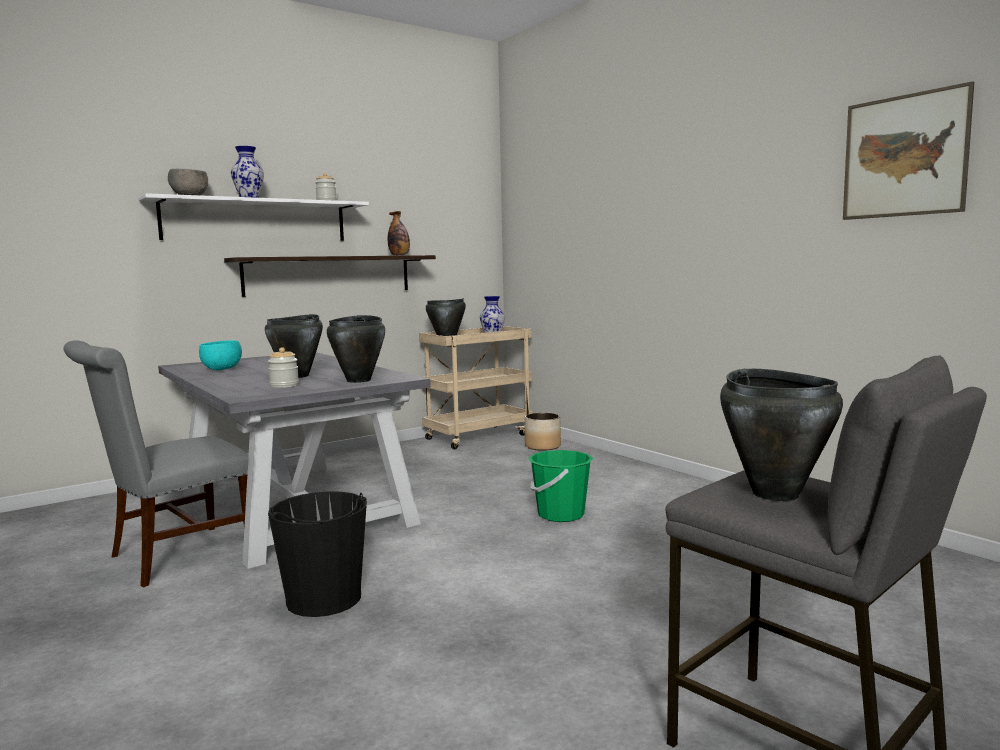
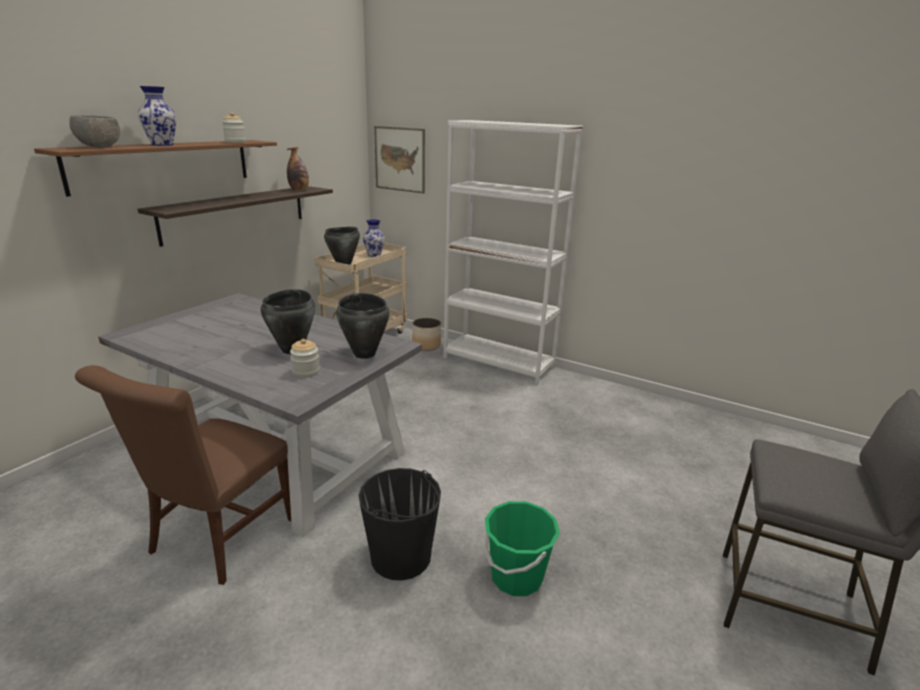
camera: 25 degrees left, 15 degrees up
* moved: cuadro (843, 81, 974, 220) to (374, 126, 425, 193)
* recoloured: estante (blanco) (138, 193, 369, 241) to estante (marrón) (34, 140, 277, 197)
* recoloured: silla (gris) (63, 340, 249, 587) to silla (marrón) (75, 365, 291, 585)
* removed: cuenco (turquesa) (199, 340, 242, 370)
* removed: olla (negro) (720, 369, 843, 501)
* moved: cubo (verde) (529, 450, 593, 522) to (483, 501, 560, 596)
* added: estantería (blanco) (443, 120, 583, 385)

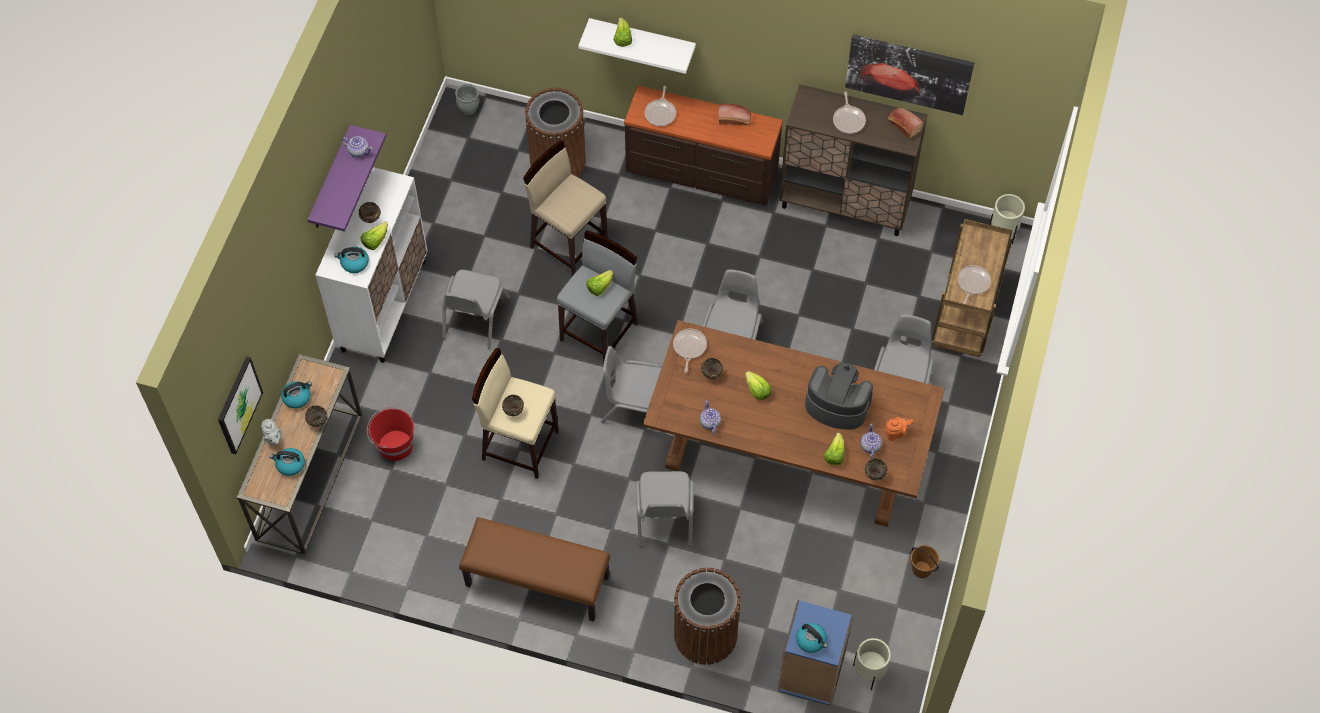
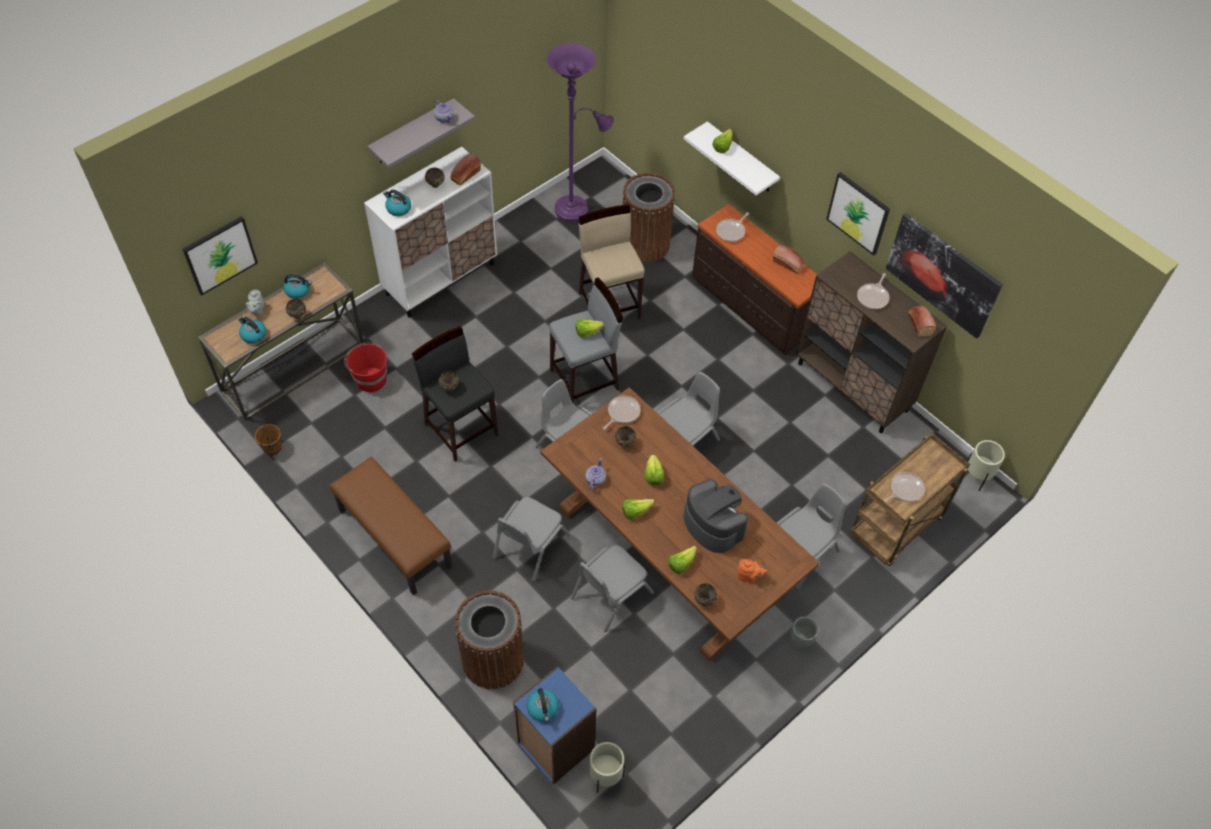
camera: 30 degrees right, 5 degrees down
* moved: maceta (gris) (455, 84, 479, 115) to (790, 617, 819, 649)
* recoloured: estante (morado) (307, 125, 386, 232) to estante (gris) (367, 98, 475, 168)
* moved: lechuga (360, 221, 388, 250) to (622, 499, 655, 520)
* moved: silla (gris) (442, 270, 510, 349) to (571, 545, 654, 632)
* recoloured: taburete (beis) (472, 348, 559, 479) to taburete (negro) (412, 326, 498, 462)
* removed: tetera (860, 424, 882, 458)
* moved: cubo (marrón) (910, 545, 939, 578) to (255, 422, 282, 456)
* added: lámpara de pie (morado) (547, 43, 614, 222)
* added: pan (450, 153, 481, 185)
* added: cuadro (826, 172, 890, 256)

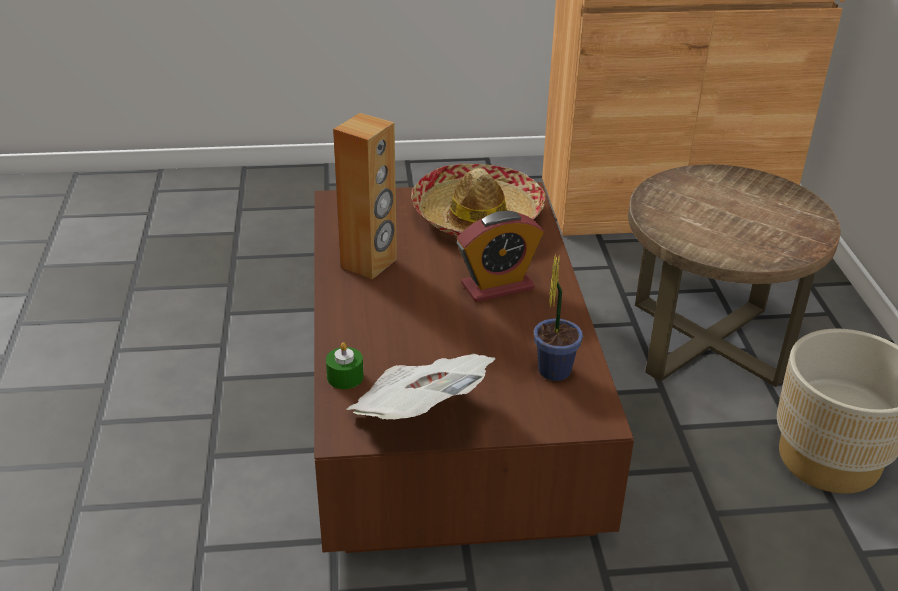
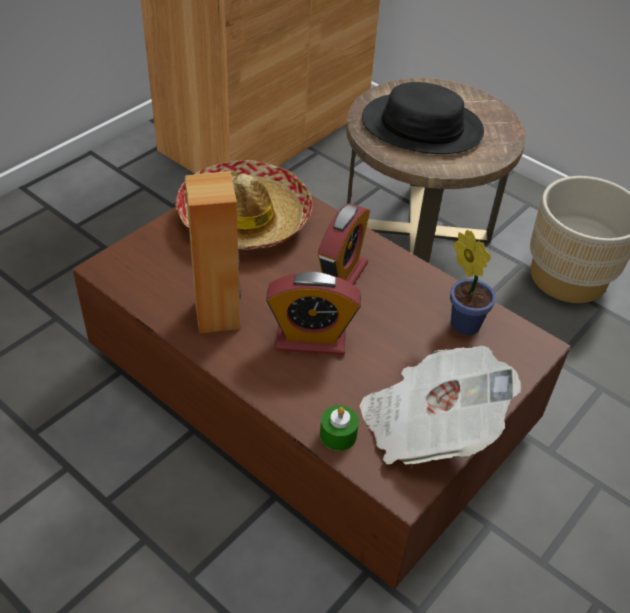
camera: 45 degrees left, 10 degrees up
* added: sombrero (negro) (362, 82, 484, 154)
* added: despertador (266, 272, 361, 355)

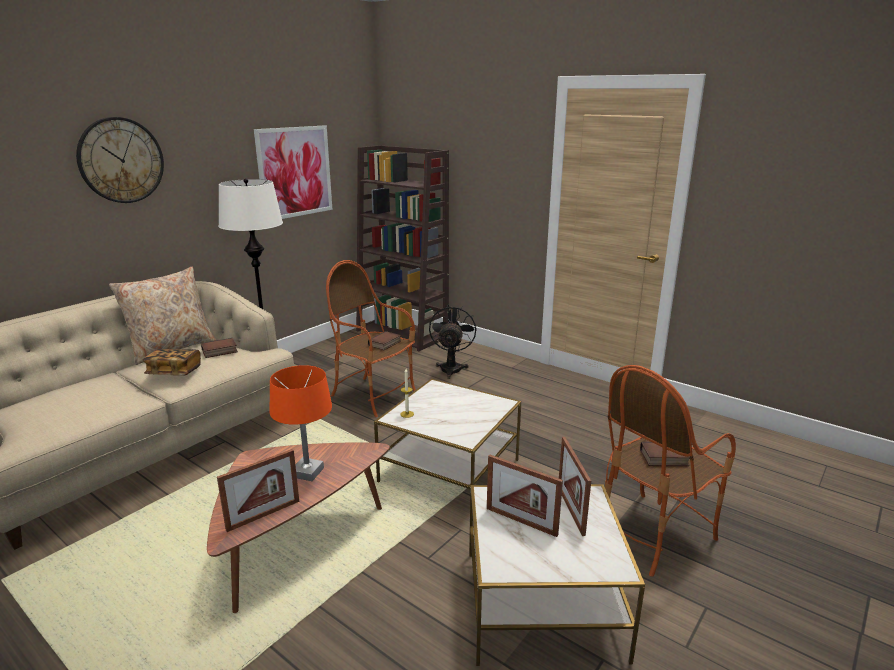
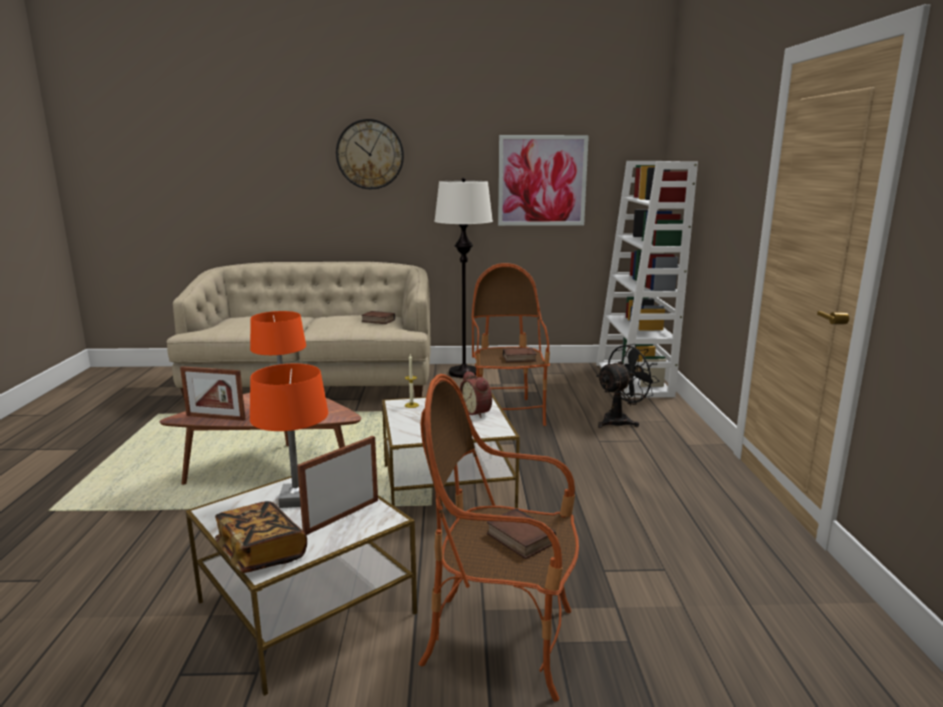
camera: 50 degrees right, 5 degrees down
* recoloured: estantería (marrón) (356, 145, 449, 351) to estantería (blanco) (596, 161, 698, 398)
* removed: cojín (beis) (109, 267, 216, 365)
* moved: libro (142, 349, 201, 376) to (215, 501, 307, 573)
* replaced: portarretratos (487, 455, 563, 537) to lámpara de mesa (naranja) (250, 363, 328, 508)
* added: despertador (460, 371, 492, 418)

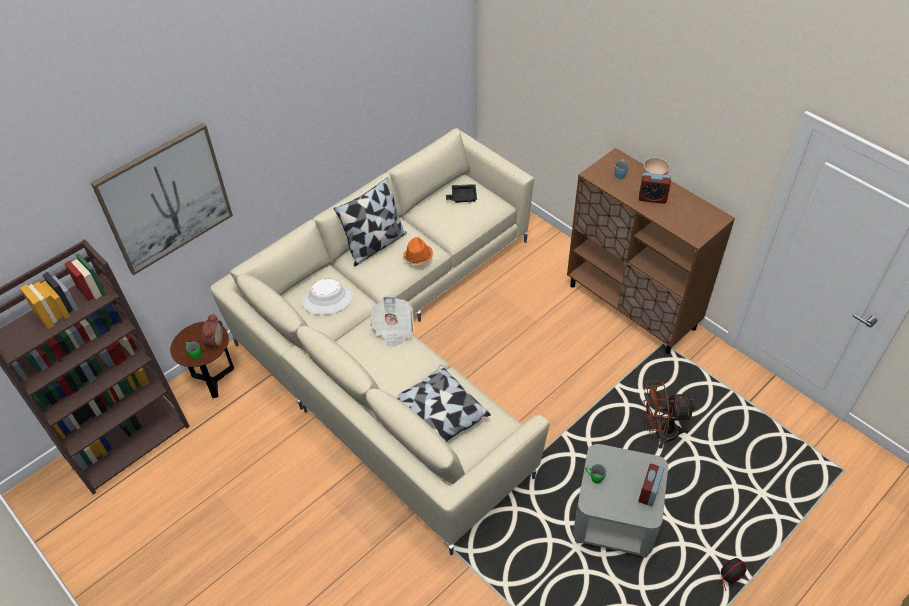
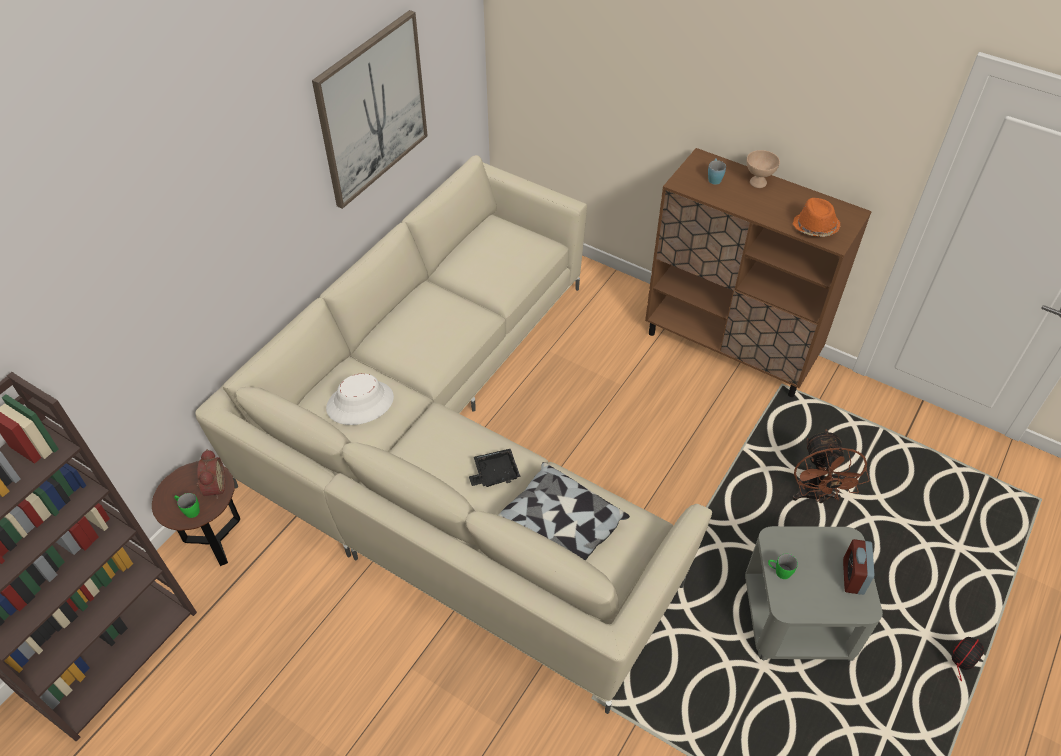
camera: 15 degrees left, 0 degrees up
* moved: cuadro (91, 123, 233, 275) to (312, 10, 428, 209)
* removed: despertador (639, 173, 671, 204)
* removed: cojín (334, 177, 407, 266)
* moved: bandeja (negro) (446, 184, 477, 203) to (469, 448, 520, 487)
* moved: sombrero (naranja) (403, 237, 433, 265) to (793, 198, 840, 237)
* removed: periódico (370, 295, 414, 349)
* turned: ventilador (marrón) (643, 380, 695, 449) = (792, 429, 870, 503) 75 degrees counterclockwise

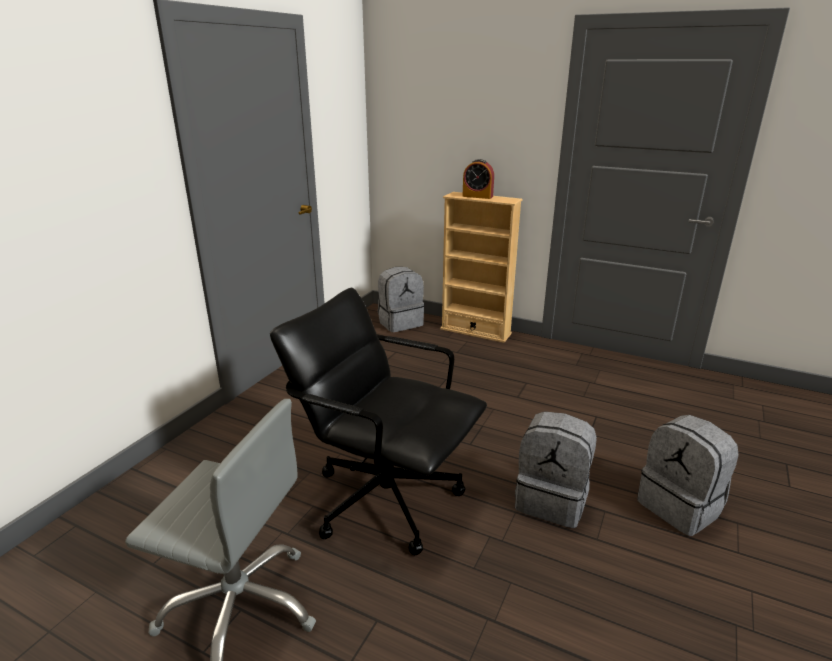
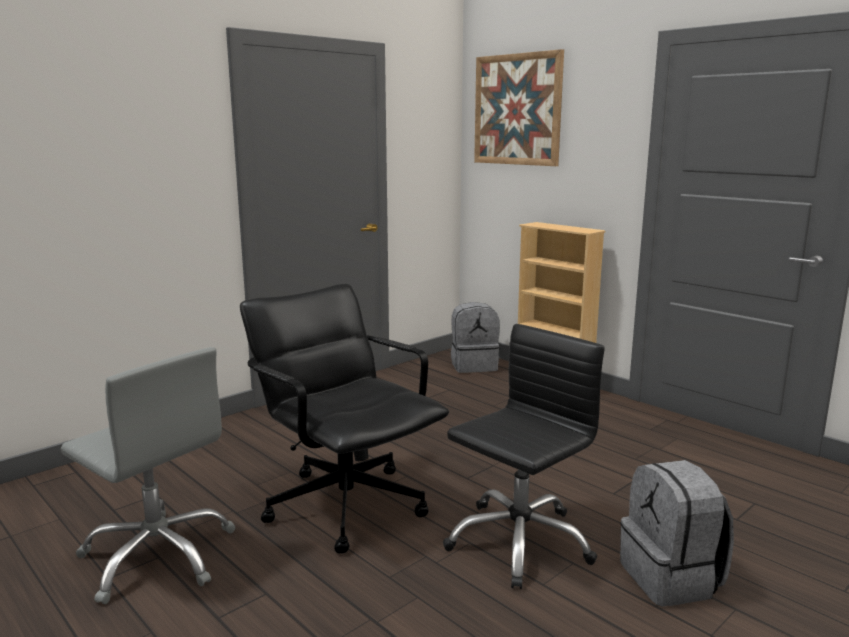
camera: 20 degrees right, 10 degrees down
* removed: despertador (462, 159, 494, 199)
* replaced: mochila (gris) (515, 411, 597, 528) to silla de oficina (negro) (443, 324, 605, 589)
* added: cuadro (474, 49, 564, 166)

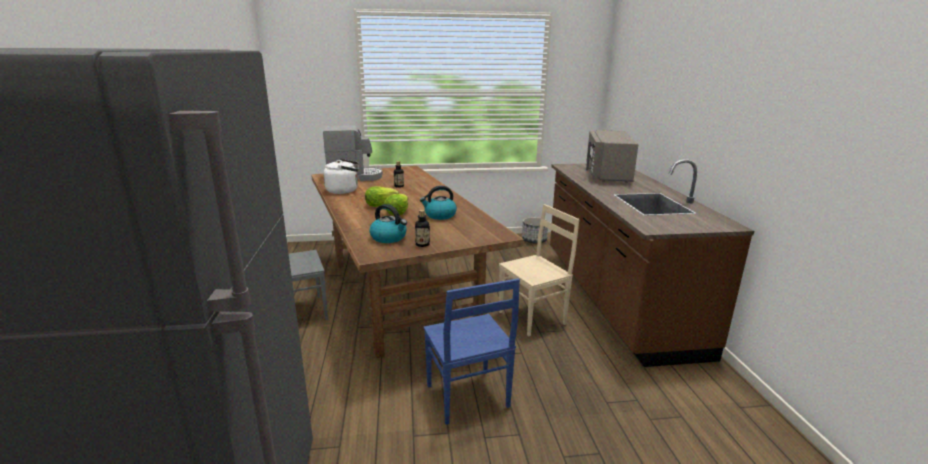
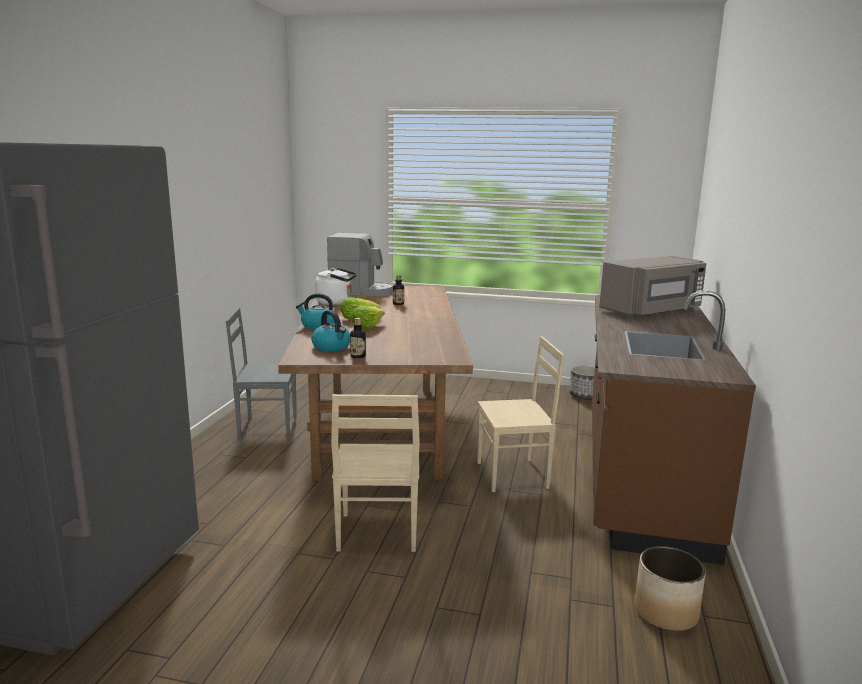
camera: 20 degrees right, 5 degrees down
* turned: microondas (gris) (586, 130, 639, 183) = (599, 256, 706, 317) 150 degrees counterclockwise
* moved: hervidor (420, 186, 457, 220) to (296, 293, 335, 330)
* recoloured: silla (azul) (424, 278, 520, 425) to silla (beis) (331, 394, 420, 552)
* added: maceta (634, 546, 706, 631)

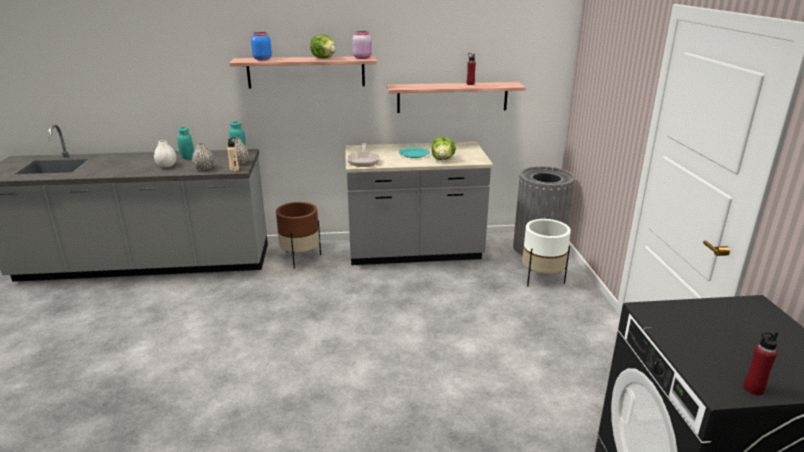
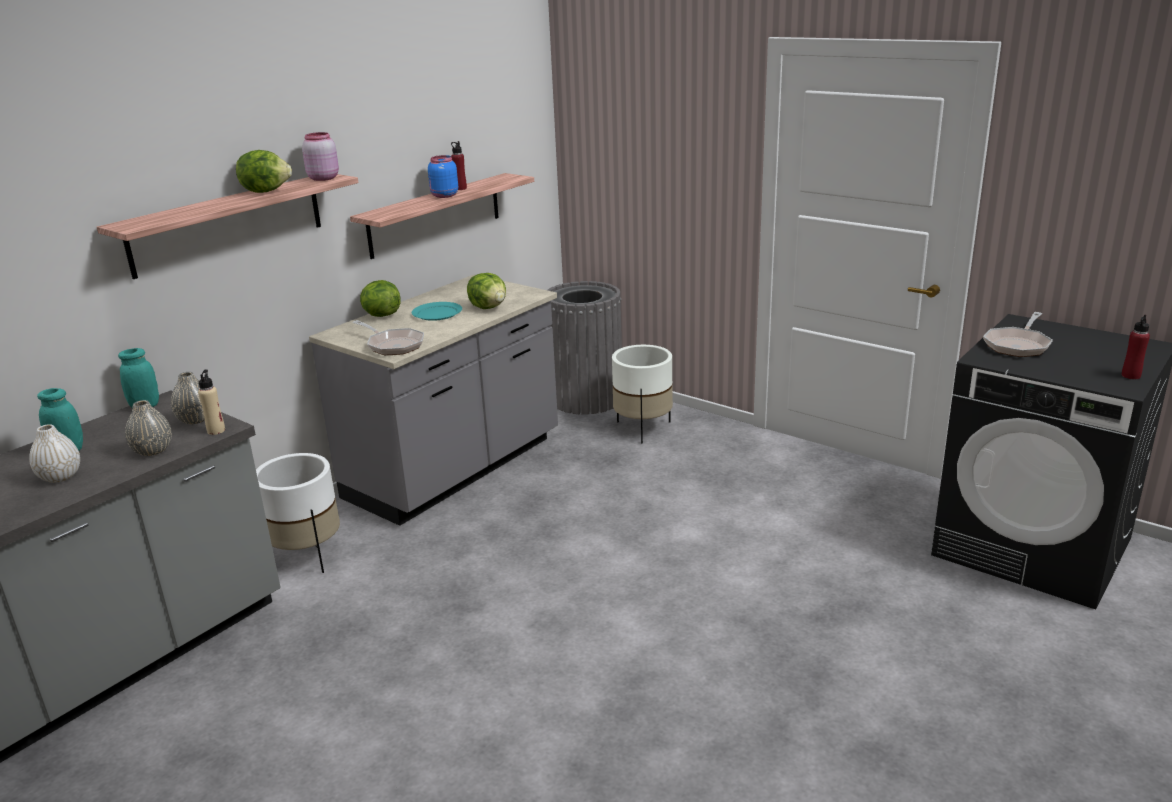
camera: 45 degrees left, 0 degrees up
* moved: tarro (azul) (251, 32, 272, 60) to (428, 155, 458, 198)
* recoloured: maceta (marrón) (276, 202, 321, 269) to maceta (blanco) (256, 453, 340, 573)
* added: lechuga (360, 280, 401, 317)
* added: sartén (983, 312, 1053, 357)

